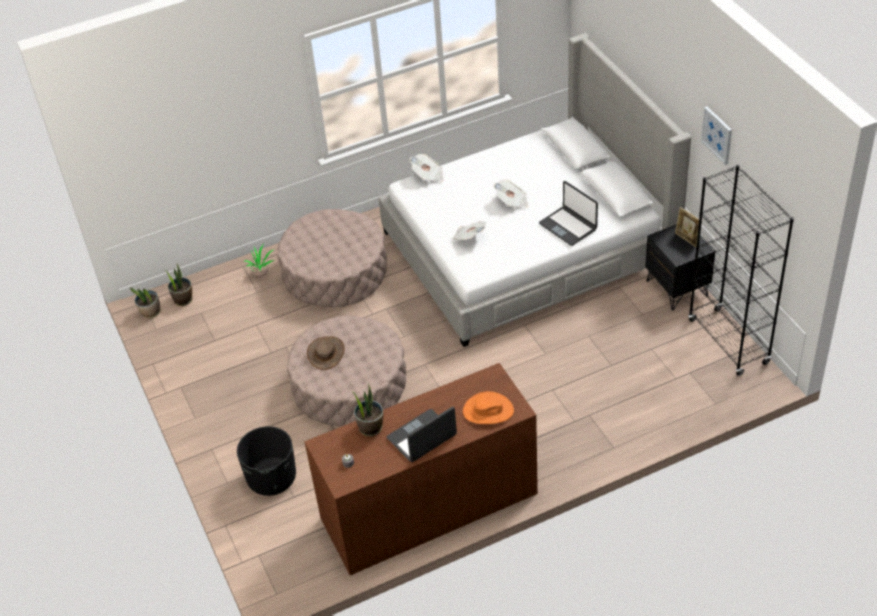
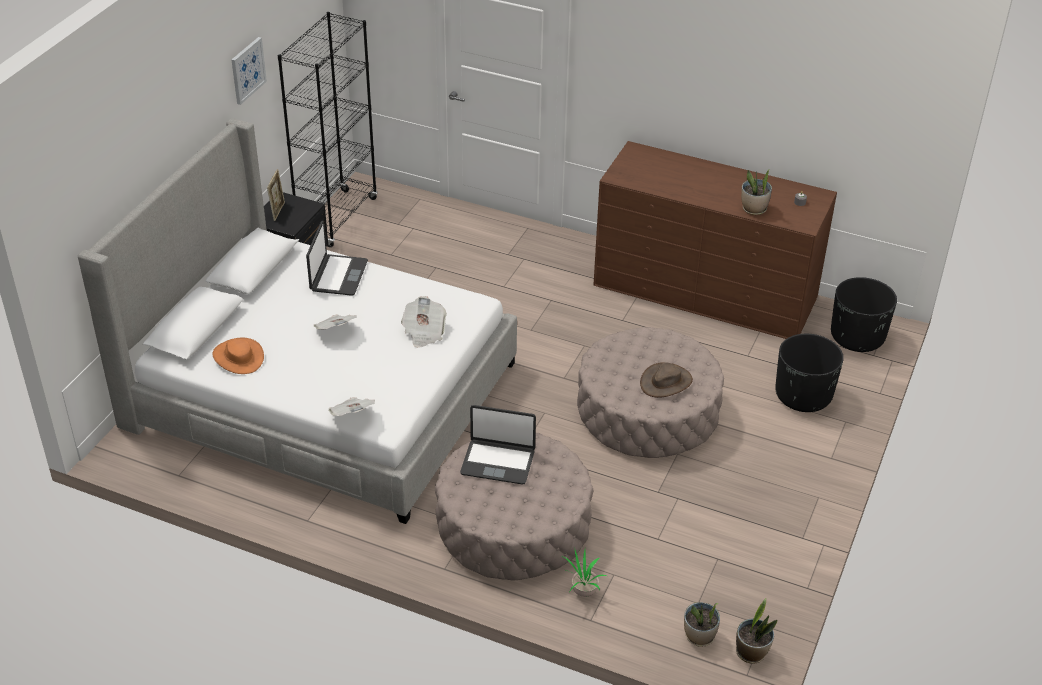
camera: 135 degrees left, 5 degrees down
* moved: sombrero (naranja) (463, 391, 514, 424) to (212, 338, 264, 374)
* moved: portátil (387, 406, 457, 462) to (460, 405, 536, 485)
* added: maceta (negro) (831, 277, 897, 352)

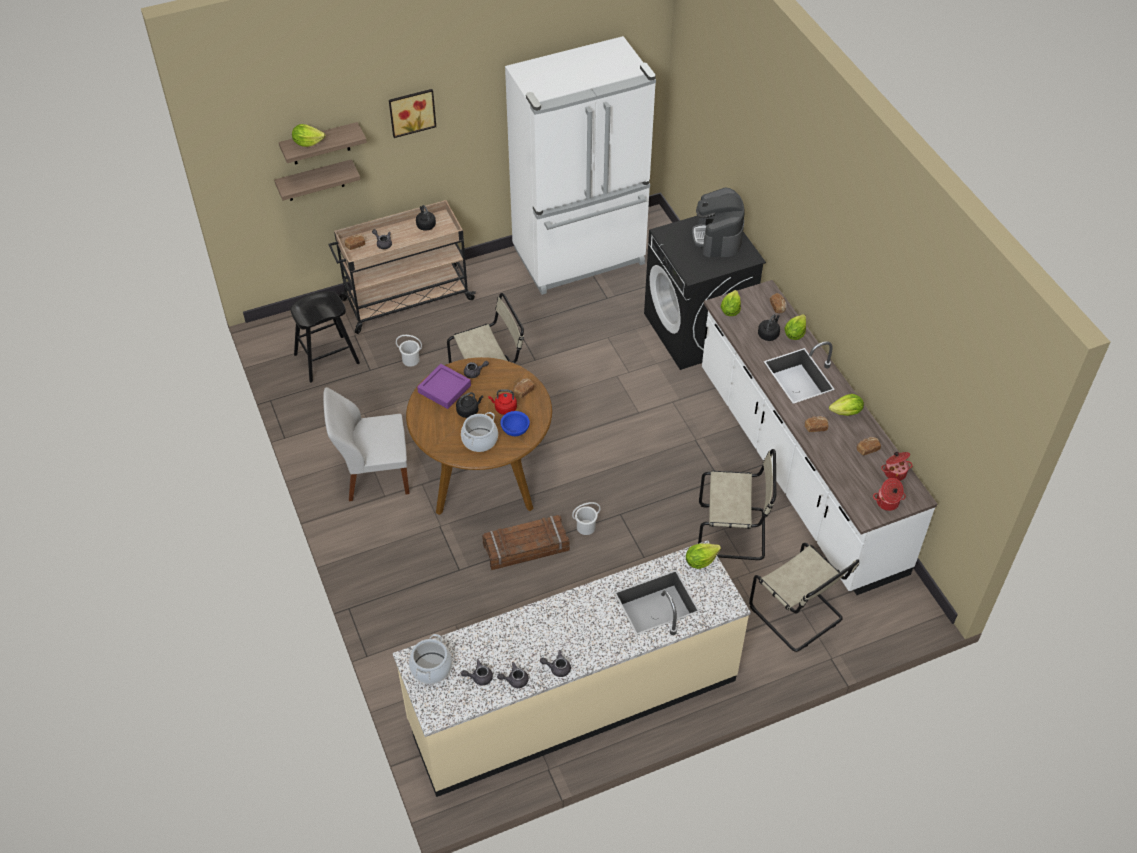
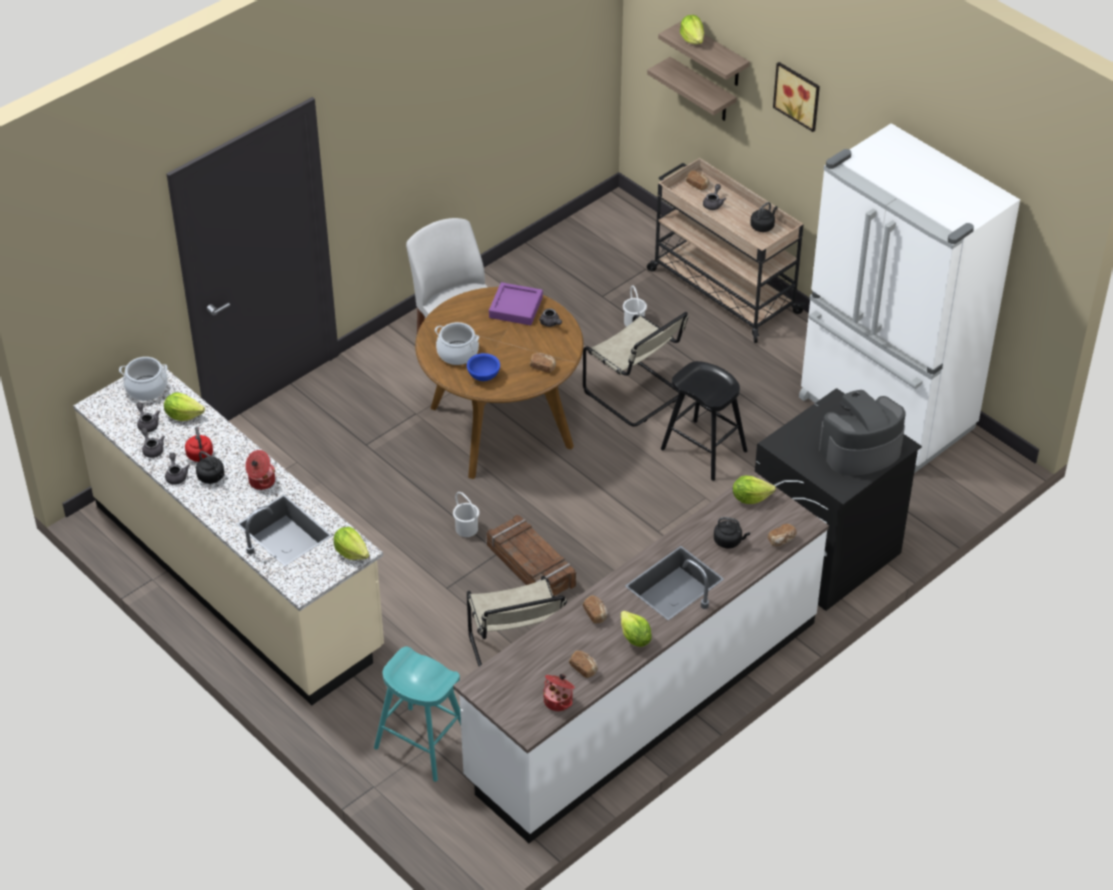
camera: 70 degrees right, 5 degrees down
* moved: taburete (negro) (291, 291, 360, 383) to (661, 361, 747, 481)
* moved: lechuga (784, 314, 806, 340) to (164, 393, 205, 421)
* moved: hervidor (rojo) (488, 389, 517, 415) to (185, 426, 213, 462)
* moved: hervidor (negro) (456, 392, 483, 418) to (196, 451, 225, 484)
* moved: olla (873, 478, 906, 511) to (245, 450, 275, 490)
* moved: caja de embalaje (482, 515, 570, 570) to (487, 515, 576, 596)
* replaced: silla (beis) (749, 543, 859, 652) to taburete (turquesa) (374, 647, 461, 782)

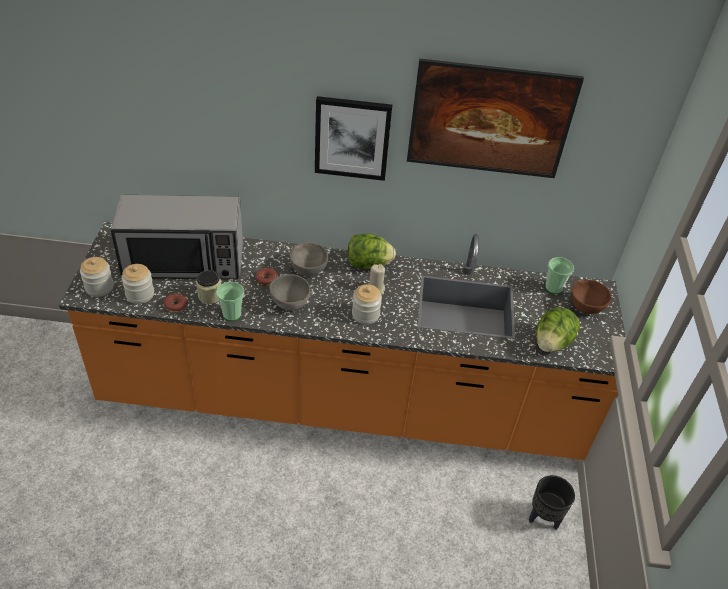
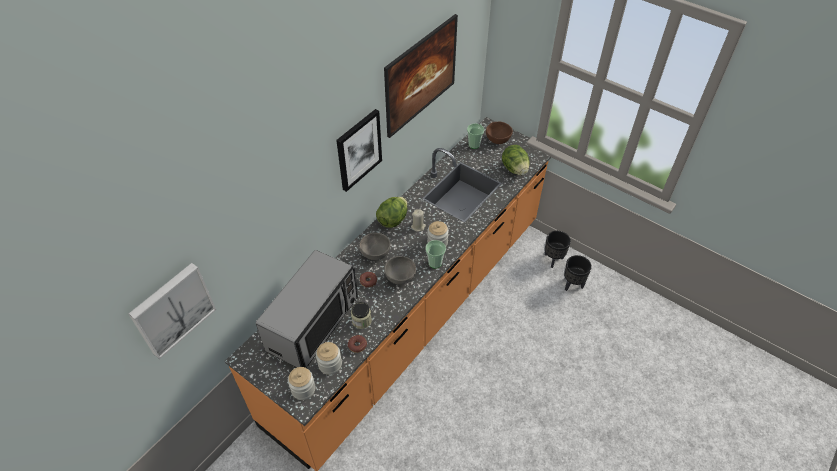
camera: 55 degrees left, 5 degrees up
* moved: taza (216, 282, 244, 321) to (425, 240, 446, 269)
* added: maceta (negro) (564, 255, 592, 291)
* added: cuadro (129, 263, 216, 359)

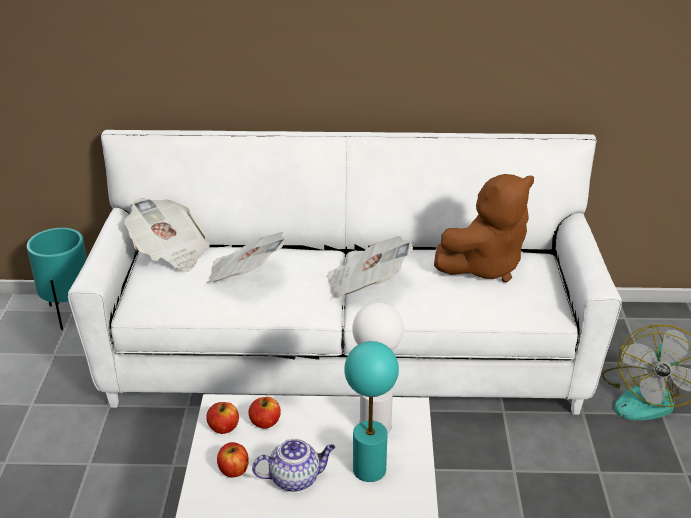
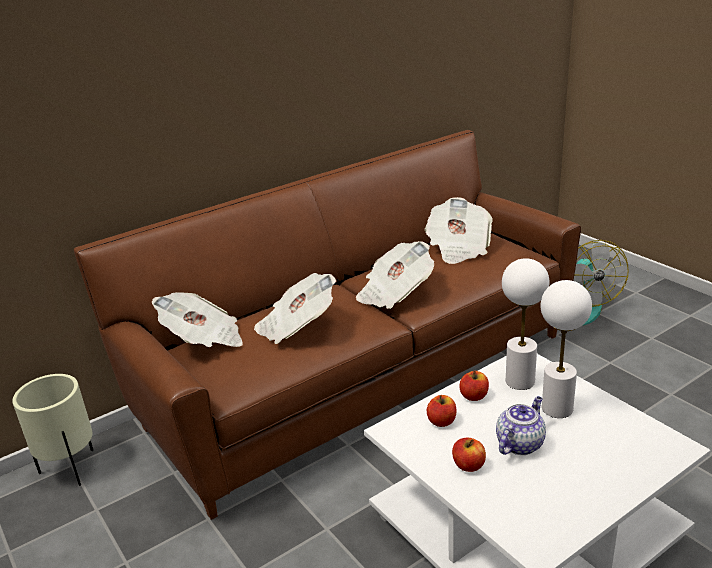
camera: 35 degrees left, 5 degrees down
* recoloured: sofá (blanco) (68, 130, 622, 415) to sofá (marrón) (74, 130, 581, 520)
* replaced: peluche (marrón) (434, 174, 534, 283) to periódico (425, 197, 493, 264)
* recoloured: maceta (turquesa) (27, 228, 87, 330) to maceta (beis) (12, 374, 93, 486)
* recoloured: lámpara de mesa (turquesa) (344, 341, 399, 482) to lámpara de mesa (blanco) (541, 280, 592, 418)
* moved: manzana (206, 402, 239, 434) to (459, 371, 489, 401)

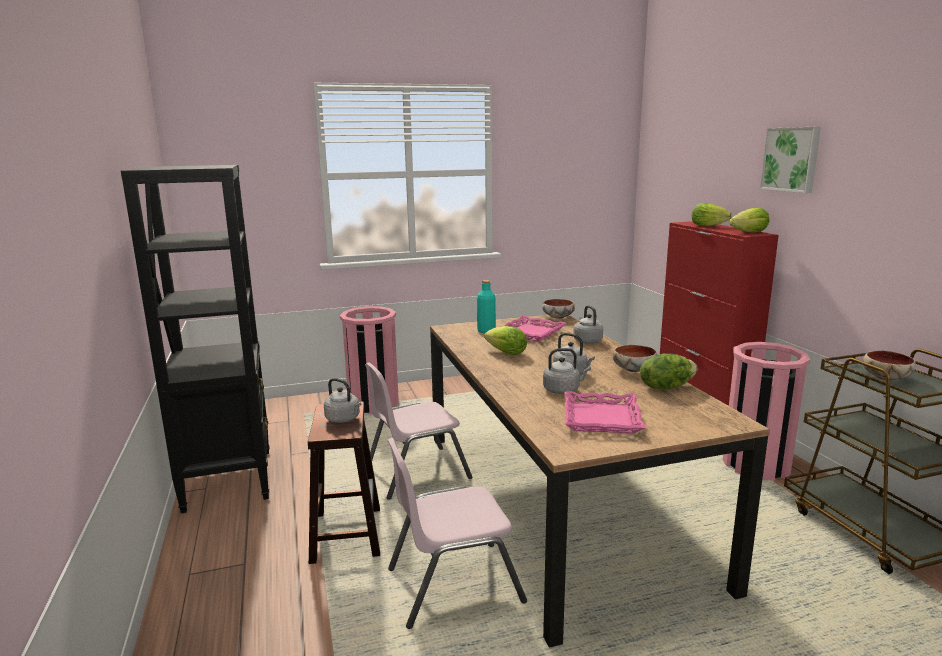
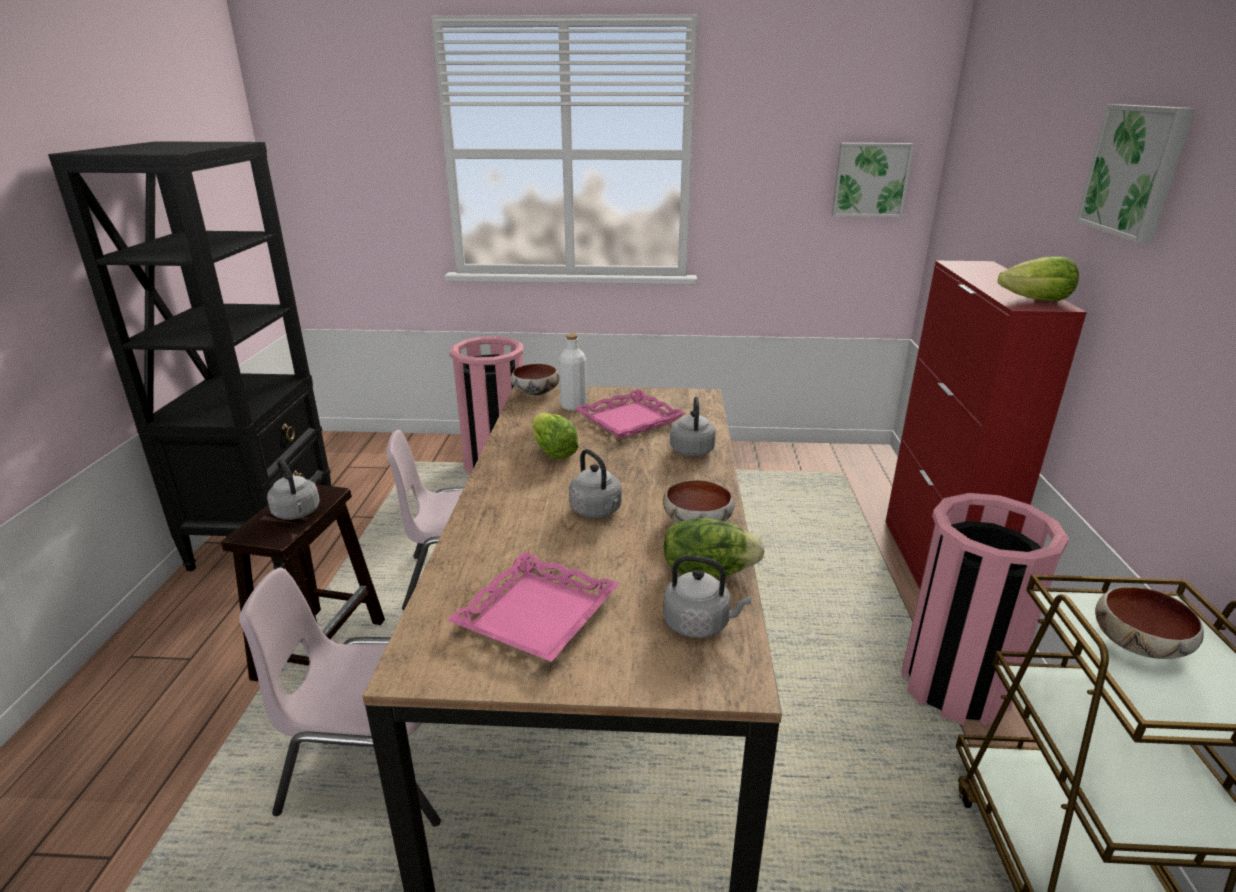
camera: 20 degrees right, 10 degrees up
* removed: lechuga (692, 203, 732, 226)
* recoloured: botella (turquesa) (477, 280, 496, 333) to botella (blanco) (559, 333, 587, 411)
* moved: cuenco (542, 299, 575, 319) to (511, 364, 559, 396)
* moved: hervidor (gris) (543, 348, 591, 394) to (663, 555, 751, 638)
* added: cuadro (831, 143, 914, 217)

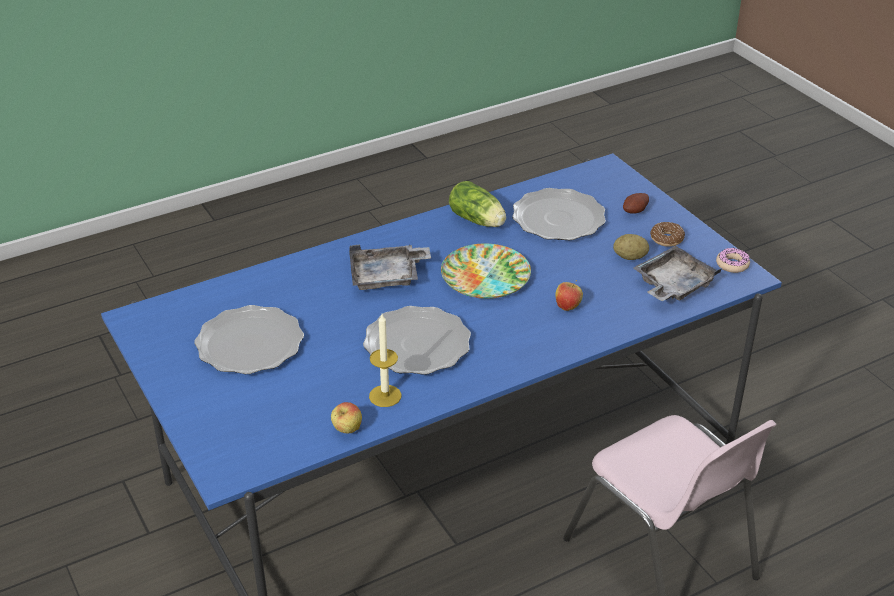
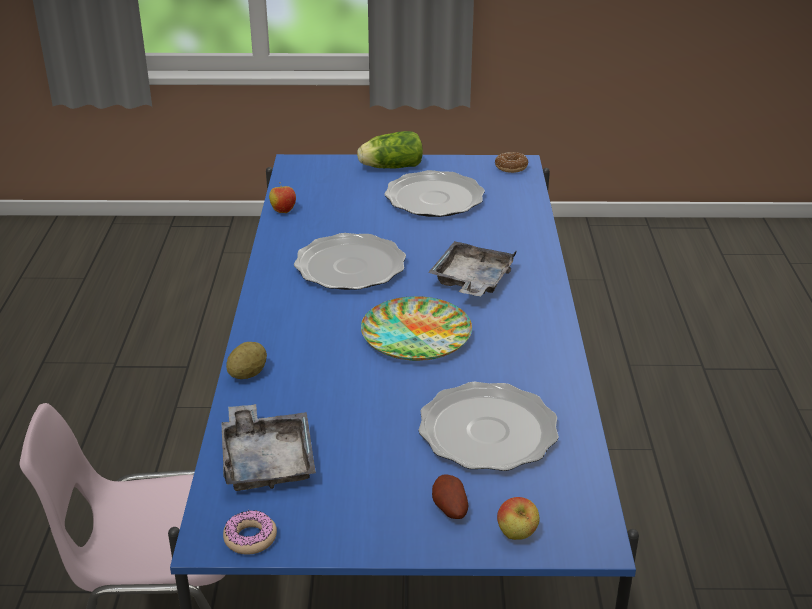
camera: 120 degrees right, 5 degrees down
* moved: lechuga (449, 181, 506, 227) to (357, 131, 423, 169)
* moved: rosquilla (650, 222, 685, 247) to (495, 152, 529, 173)
* moved: patata (613, 234, 649, 260) to (226, 342, 267, 379)
* moved: manzana (555, 280, 583, 311) to (497, 497, 540, 540)
* removed: vela (369, 314, 402, 407)

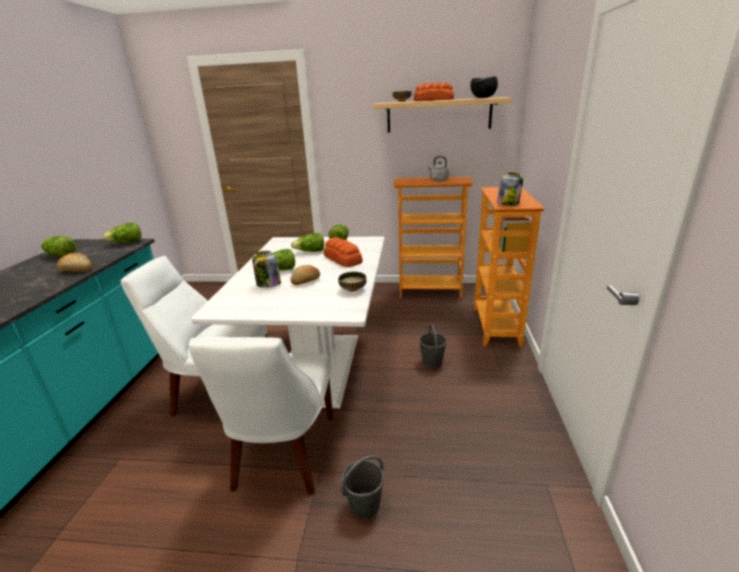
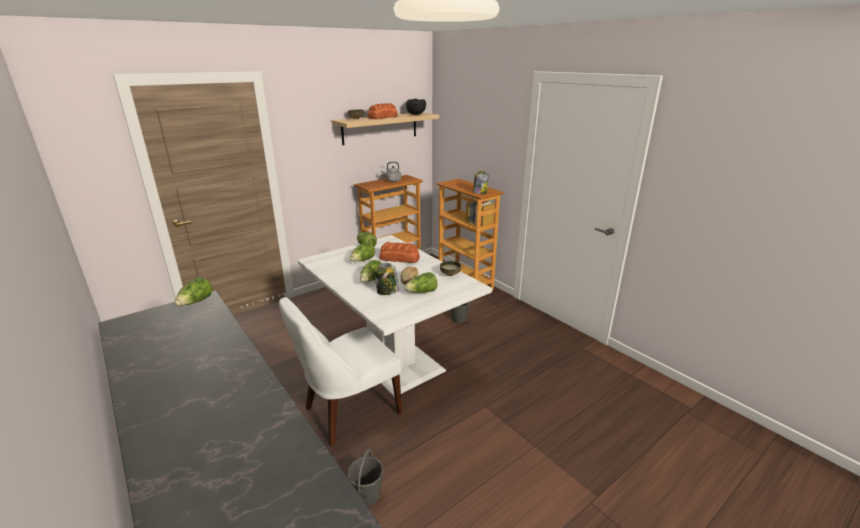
camera: 45 degrees left, 0 degrees up
* moved: lechuga (40, 236, 76, 257) to (404, 272, 437, 293)
* removed: pan (57, 253, 92, 272)
* removed: silla (blanco) (188, 337, 333, 494)
* moved: cubo (gris) (341, 455, 384, 519) to (348, 449, 383, 506)

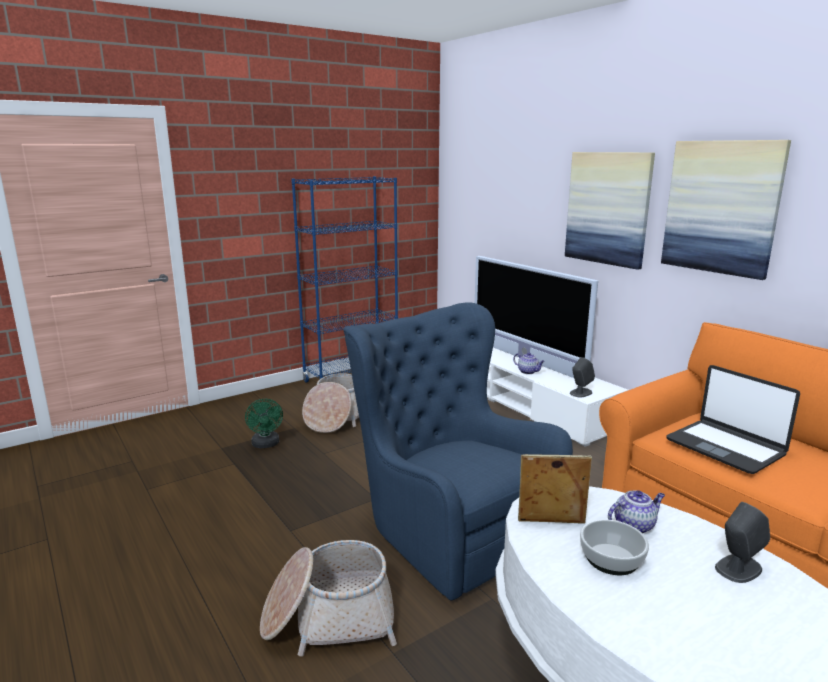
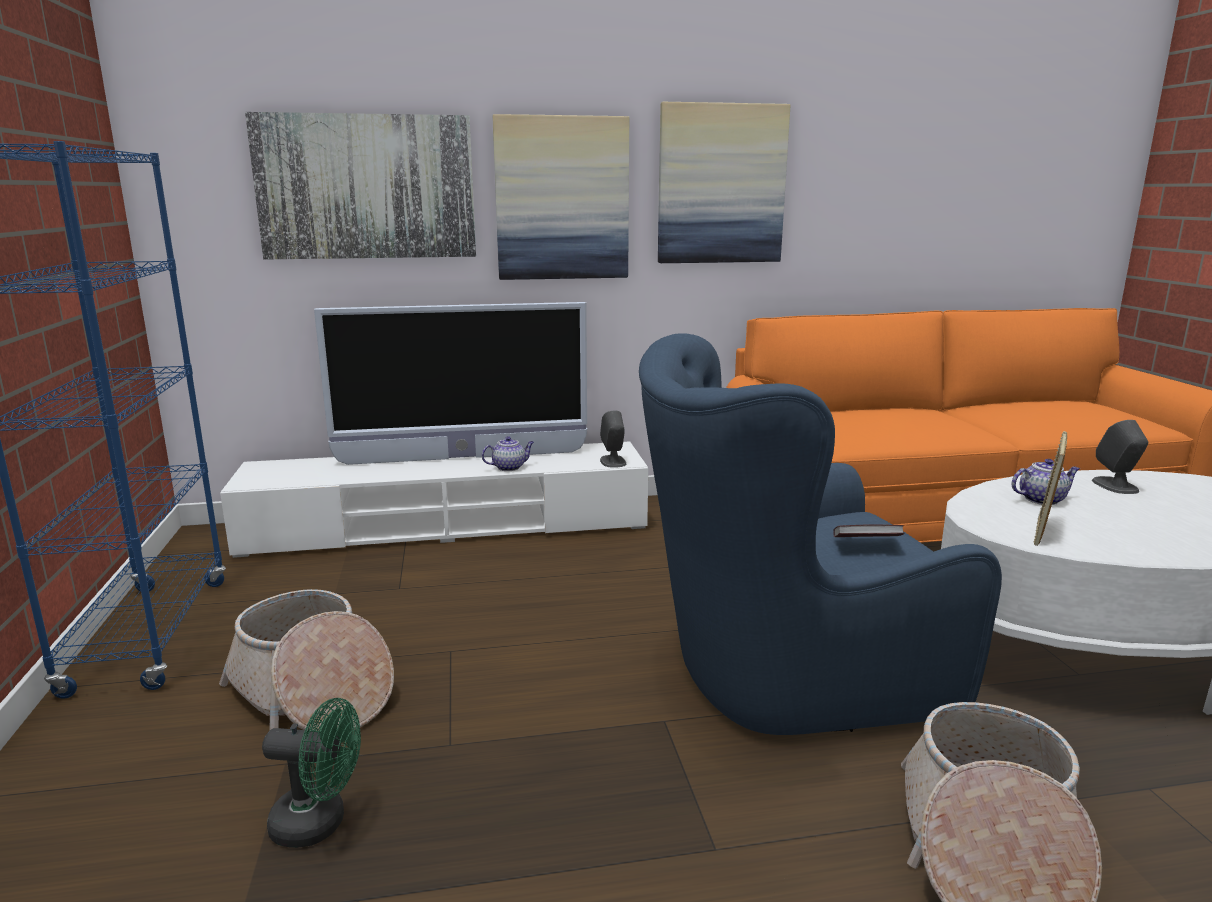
camera: 65 degrees left, 0 degrees up
* removed: portátil (666, 365, 800, 474)
* turned: tetera (608, 490, 665, 533) = (1012, 459, 1080, 505) 75 degrees clockwise
* removed: cuenco (580, 519, 649, 575)
* added: cuadro (245, 112, 476, 260)
* added: libro (833, 524, 905, 537)

